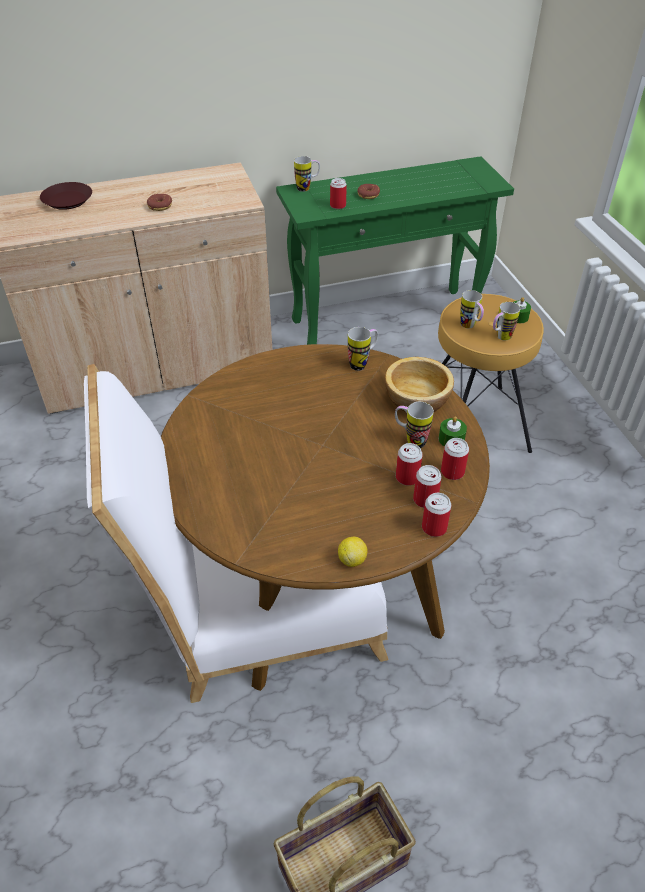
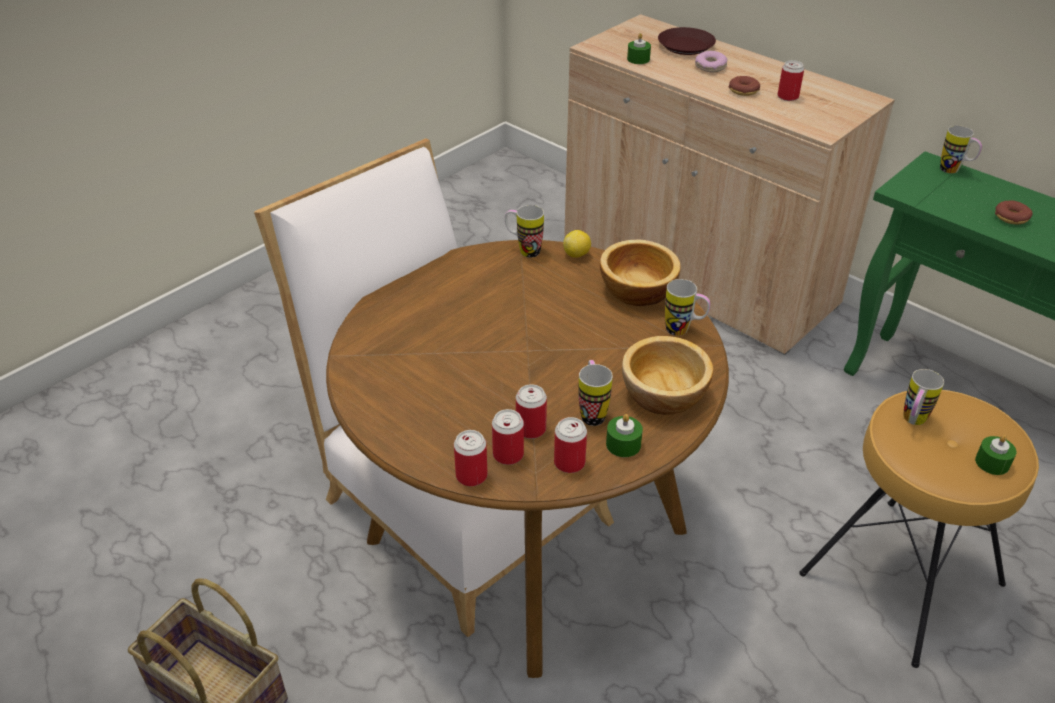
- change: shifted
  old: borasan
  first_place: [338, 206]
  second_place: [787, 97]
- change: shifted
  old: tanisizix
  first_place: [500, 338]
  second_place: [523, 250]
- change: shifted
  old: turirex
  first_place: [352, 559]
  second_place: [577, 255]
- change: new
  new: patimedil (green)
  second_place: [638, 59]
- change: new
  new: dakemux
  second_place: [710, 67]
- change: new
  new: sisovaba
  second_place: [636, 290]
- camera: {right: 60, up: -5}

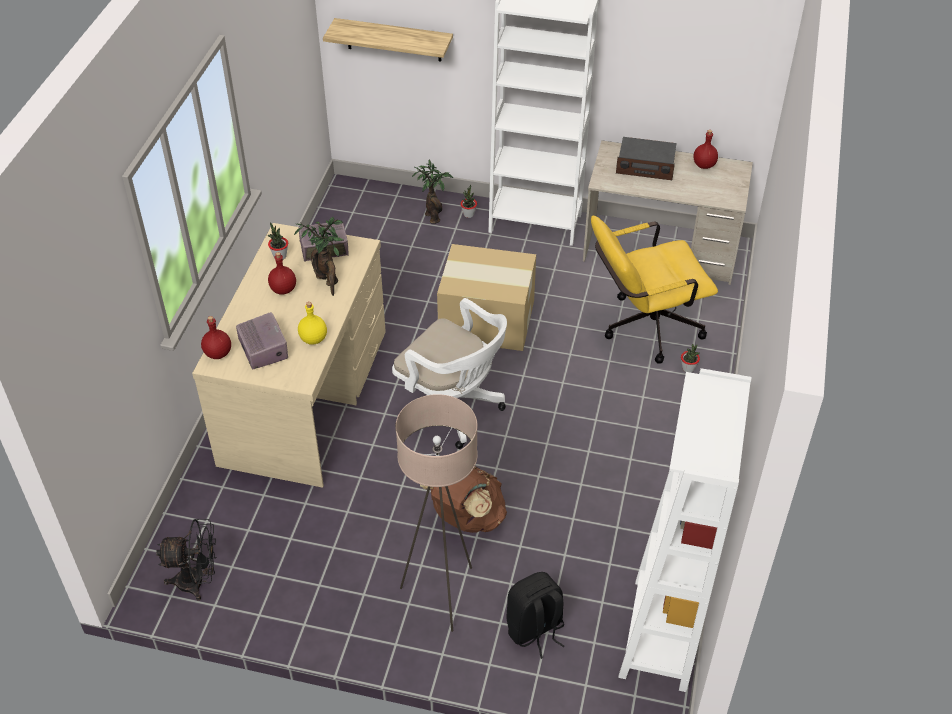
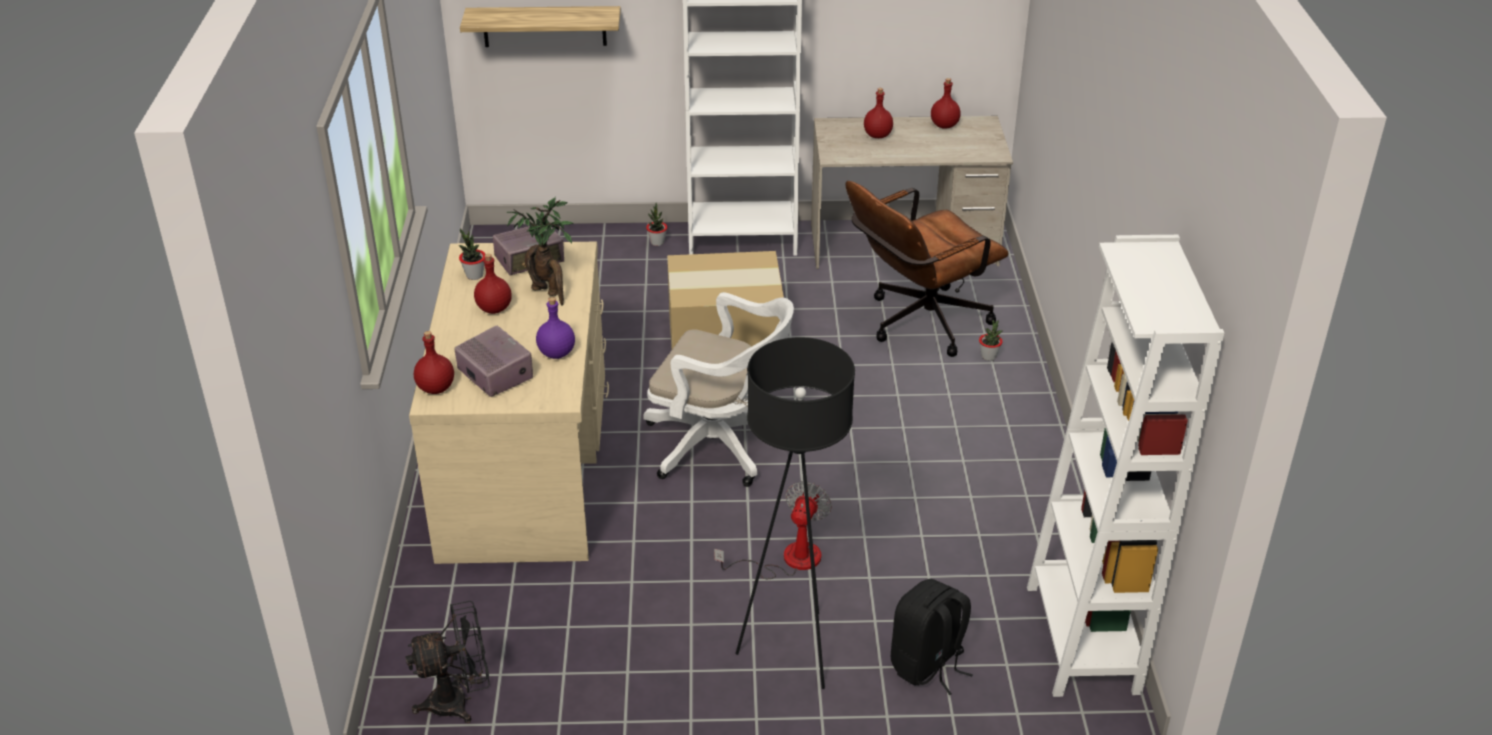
- change: swapped
  old: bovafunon
  new: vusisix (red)
  first_place: [645, 166]
  second_place: [877, 135]
- change: gone
  old: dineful
  first_place: [433, 216]
- change: repainted
  old: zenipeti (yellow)
  new: zenipeti (brown)
  first_place: [643, 328]
  second_place: [918, 324]
- change: repainted
  old: vusisix (yellow)
  new: vusisix (purple)
  first_place: [313, 339]
  second_place: [557, 353]
- change: repainted
  old: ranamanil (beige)
  new: ranamanil (black)
  first_place: [442, 595]
  second_place: [793, 650]
- change: swapped
  old: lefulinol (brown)
  new: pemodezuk
  first_place: [466, 518]
  second_place: [788, 560]
- camera: {right: -15, up: -10}

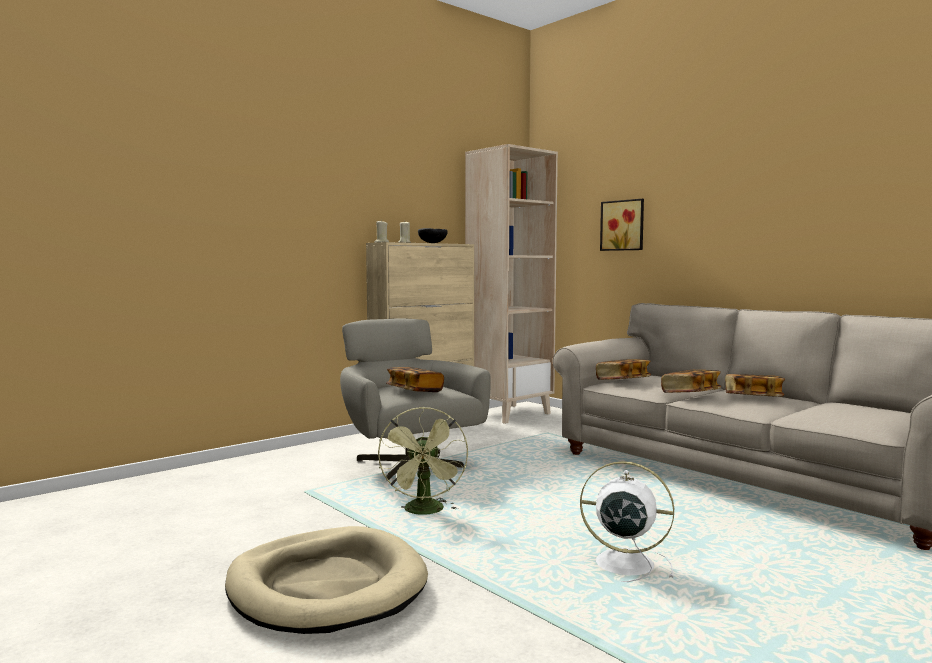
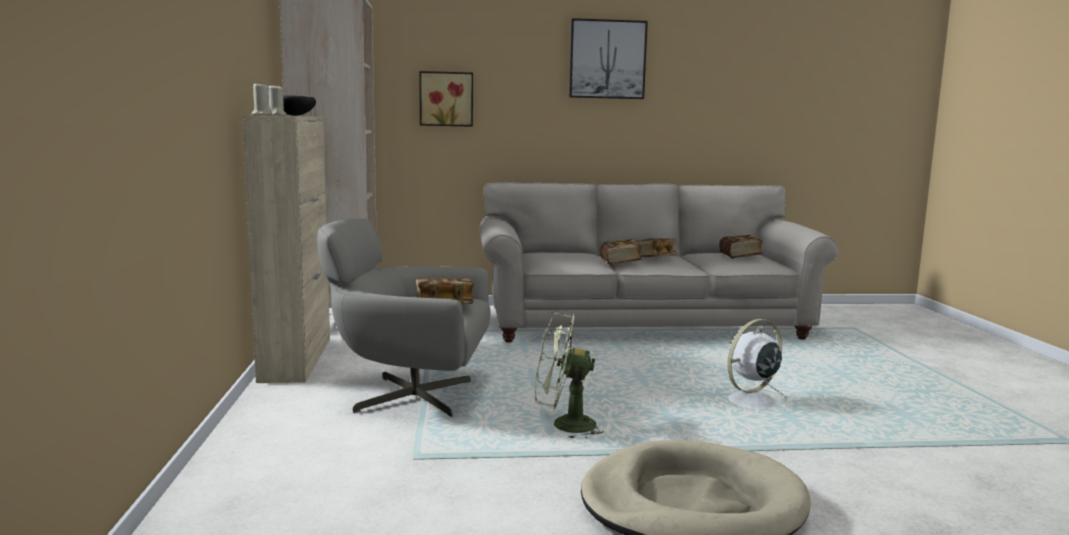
- change: shifted
  old: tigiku
  first_place: [623, 381]
  second_place: [740, 256]
- change: rotated
  old: pemodezuk (green)
  first_place: [425, 512]
  second_place: [564, 426]
  degrees: 150
- change: new
  new: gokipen
  second_place: [607, 59]
- camera: {right: -55, up: 5}

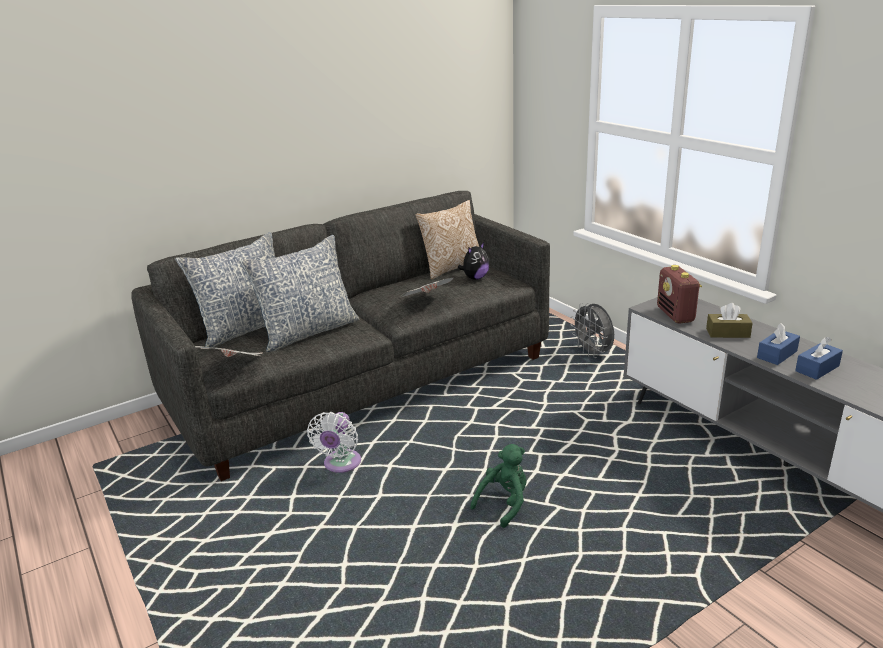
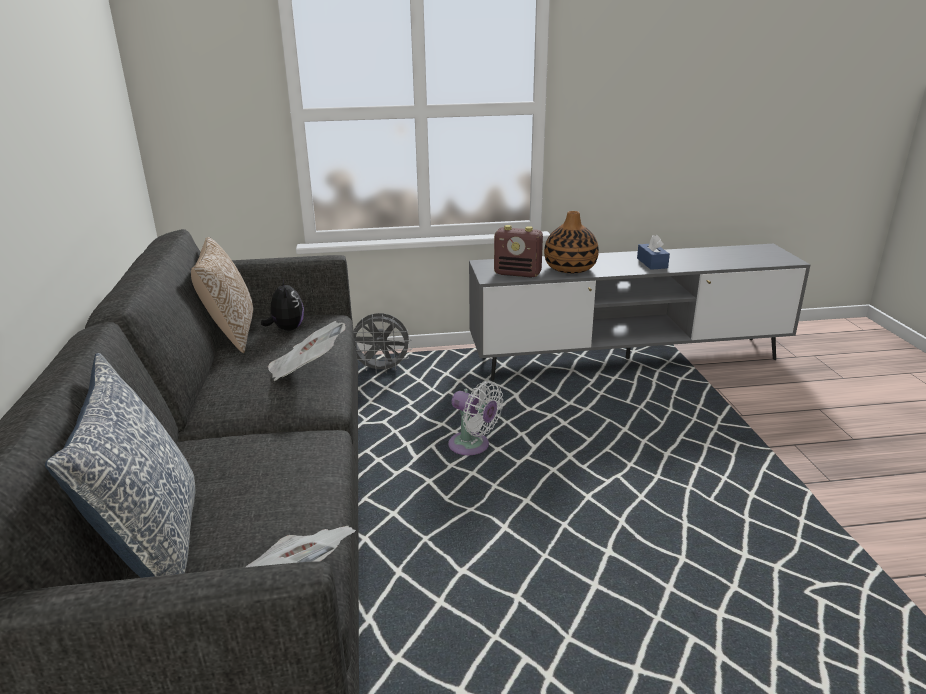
- change: gone
  old: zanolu
  first_place: [308, 332]
- change: swapped
  old: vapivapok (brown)
  new: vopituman
  first_place: [727, 333]
  second_place: [570, 268]
- change: gone
  old: vapivapok (blue)
  first_place: [777, 354]
- change: shifted
  old: pemodezuk (white)
  first_place: [341, 465]
  second_place: [472, 446]
- change: gone
  old: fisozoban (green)
  first_place: [504, 503]
- camera: {right: -65, up: 0}

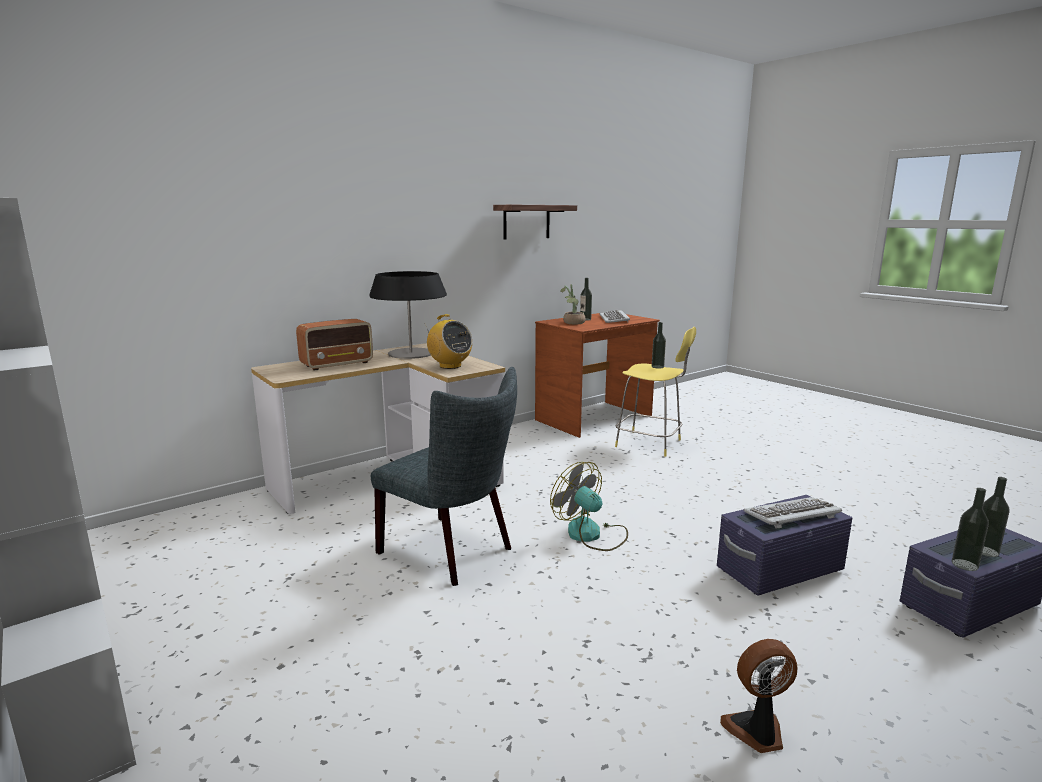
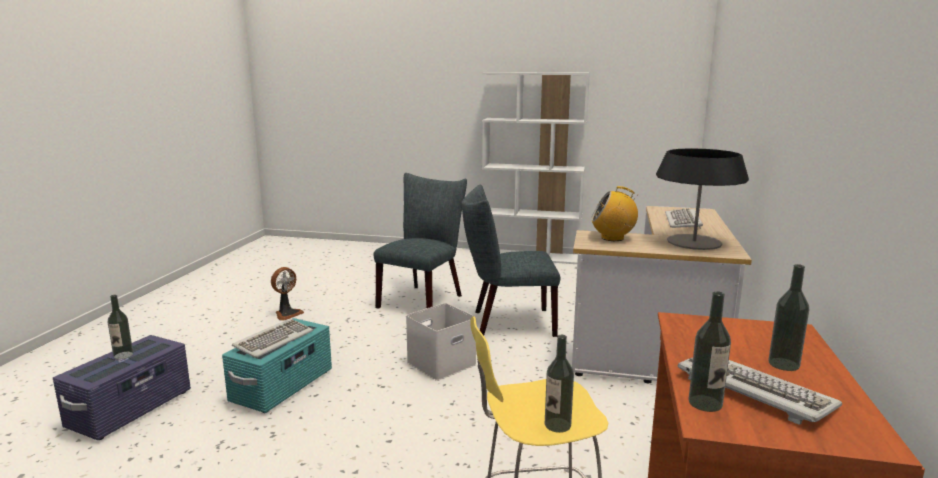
- change: gone
  old: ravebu
  first_place: [526, 222]
- change: gone
  old: dineful
  first_place: [572, 323]
- change: swapped
  old: bovafunon
  new: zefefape
  first_place: [338, 364]
  second_place: [683, 221]
- change: swapped
  old: pemodezuk
  new: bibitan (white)
  first_place: [591, 535]
  second_place: [441, 362]
- change: shifted
  old: vusisix
  first_place: [964, 565]
  second_place: [705, 403]
- change: repainted
  old: bibitan (purple)
  new: bibitan (turquoise)
  first_place: [779, 570]
  second_place: [283, 386]
- change: new
  new: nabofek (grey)
  second_place: [424, 300]
- camera: {right: 140, up: 0}

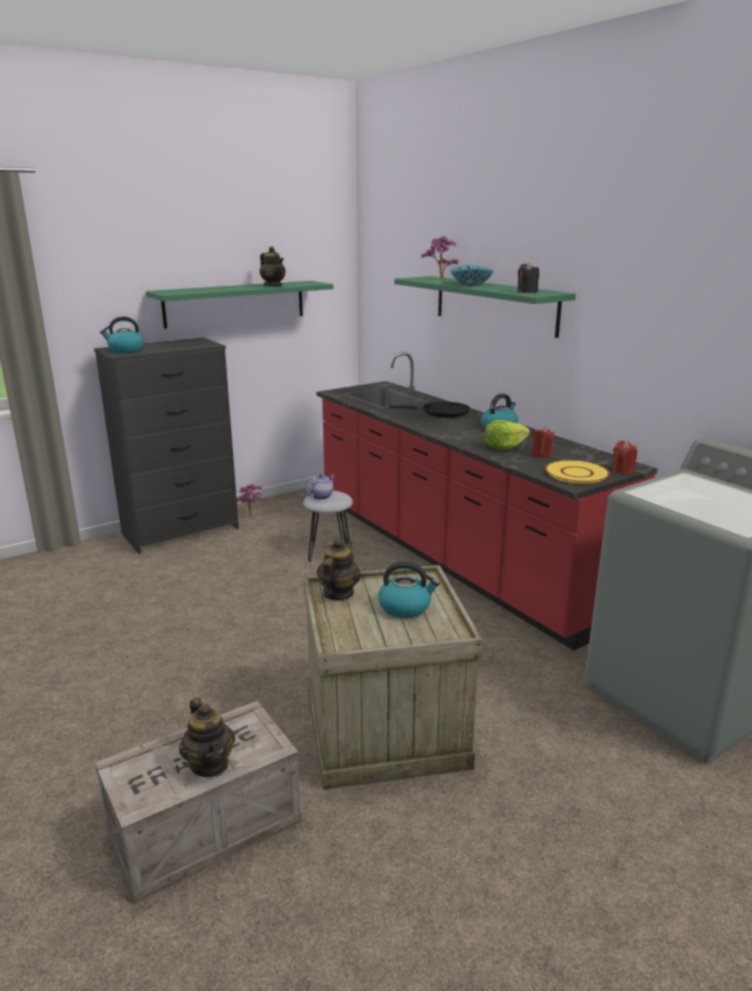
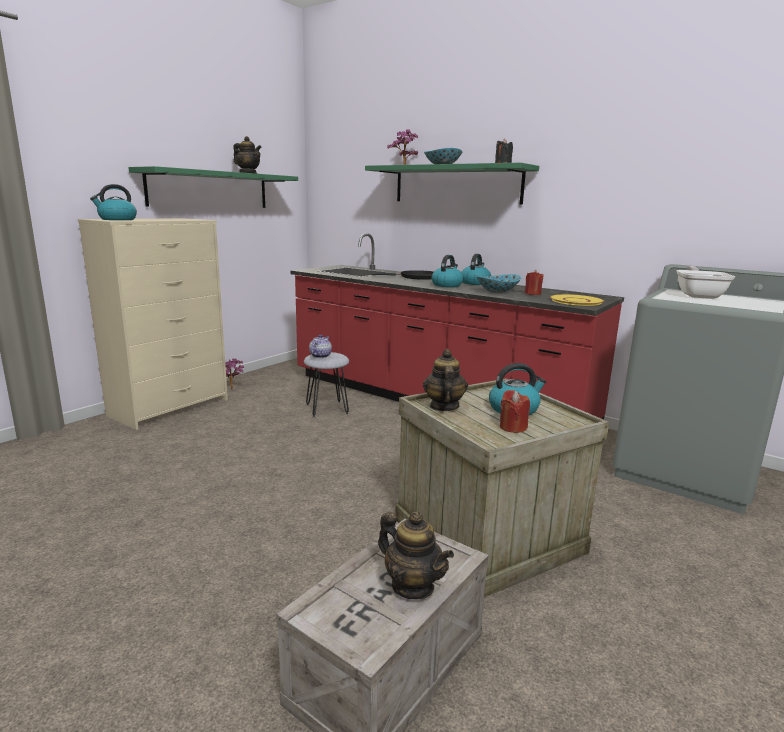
- change: repainted
  old: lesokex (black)
  new: lesokex (beige)
  first_place: [182, 531]
  second_place: [170, 407]
- change: swapped
  old: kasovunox
  new: sisovaba
  first_place: [504, 446]
  second_place: [497, 291]
- change: shifted
  old: patimedil (red)
  first_place: [622, 470]
  second_place: [512, 427]
- change: new
  new: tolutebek
  second_place: [447, 285]
- change: new
  new: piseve
  second_place: [699, 295]
- camera: {right: -20, up: -5}

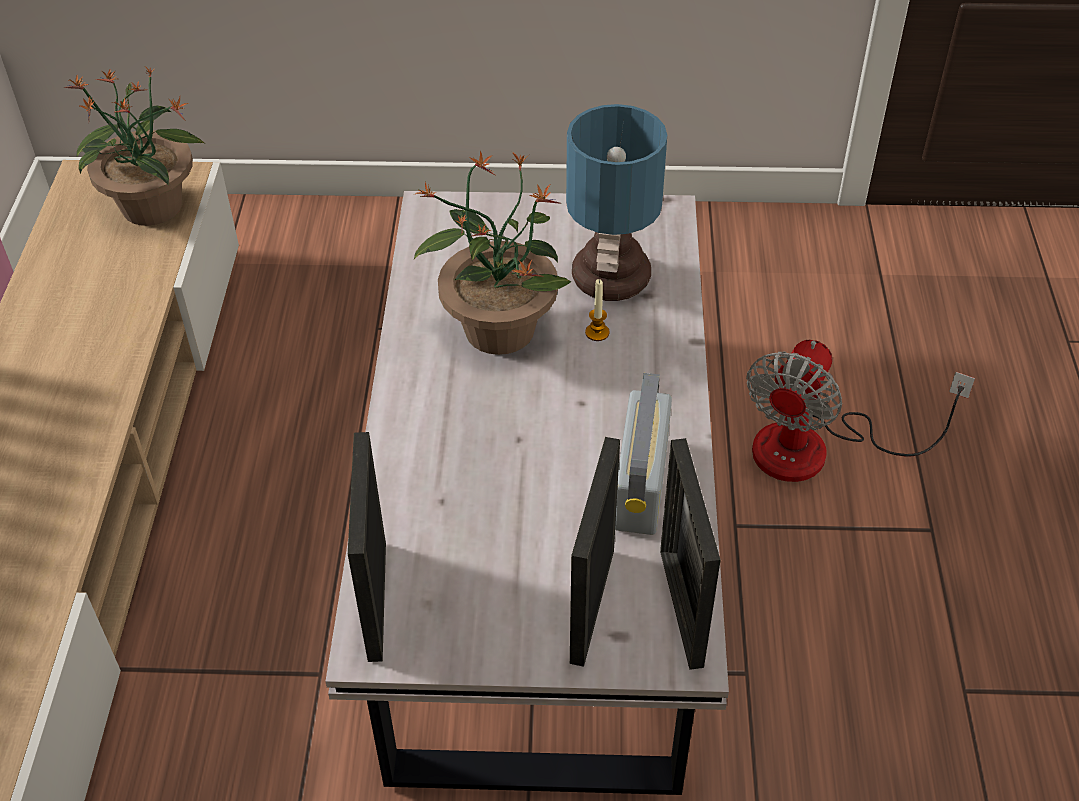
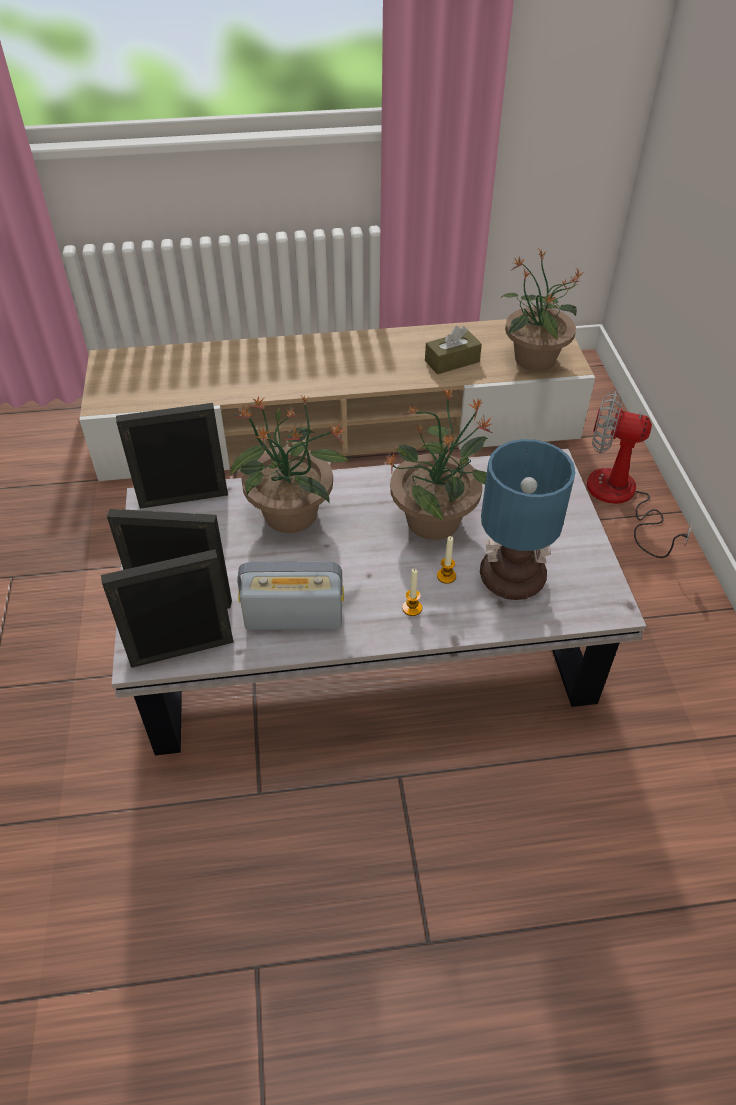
- change: shifted
  old: pemodezuk
  first_place: [816, 449]
  second_place: [620, 499]
- change: new
  new: vapivapok (brown)
  second_place: [452, 361]
- change: new
  new: dineful
  second_place: [291, 515]
- change: new
  new: patimedil
  second_place: [412, 608]
- camera: {right: 80, up: 0}

